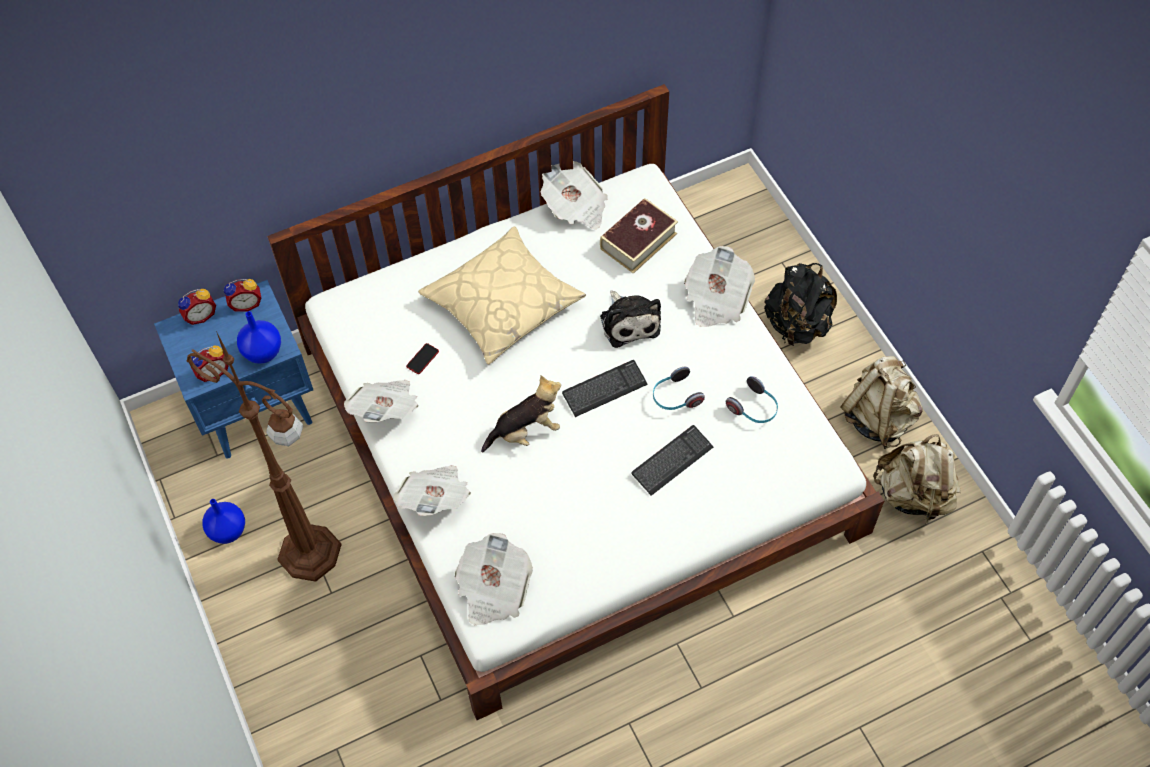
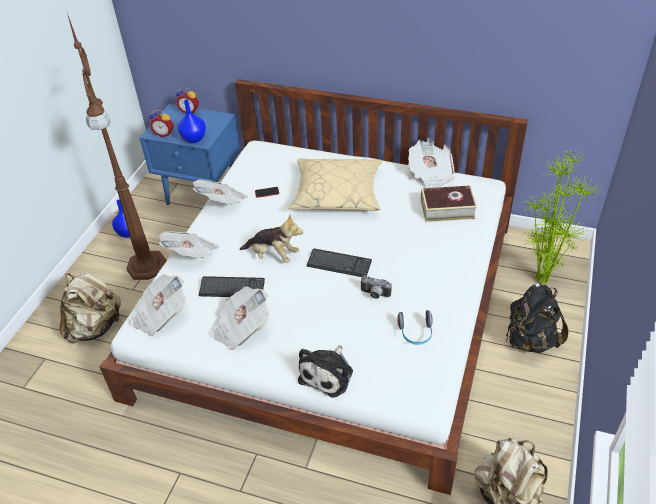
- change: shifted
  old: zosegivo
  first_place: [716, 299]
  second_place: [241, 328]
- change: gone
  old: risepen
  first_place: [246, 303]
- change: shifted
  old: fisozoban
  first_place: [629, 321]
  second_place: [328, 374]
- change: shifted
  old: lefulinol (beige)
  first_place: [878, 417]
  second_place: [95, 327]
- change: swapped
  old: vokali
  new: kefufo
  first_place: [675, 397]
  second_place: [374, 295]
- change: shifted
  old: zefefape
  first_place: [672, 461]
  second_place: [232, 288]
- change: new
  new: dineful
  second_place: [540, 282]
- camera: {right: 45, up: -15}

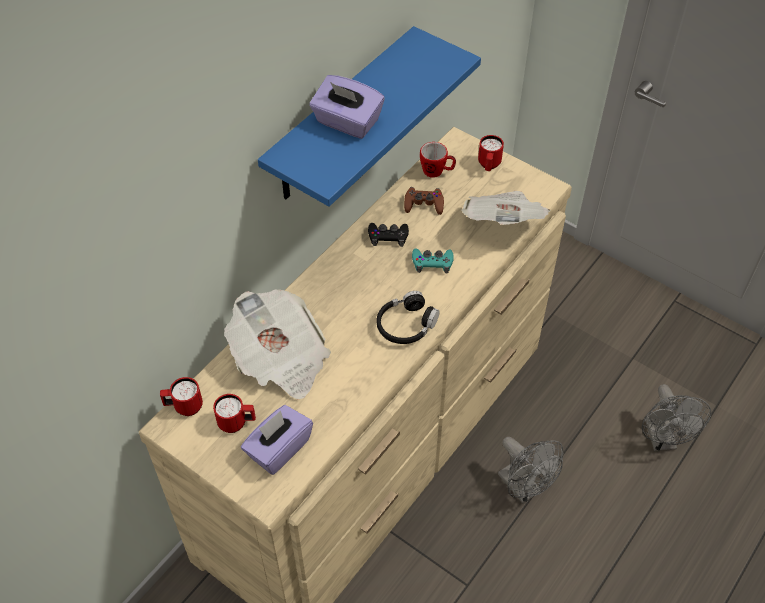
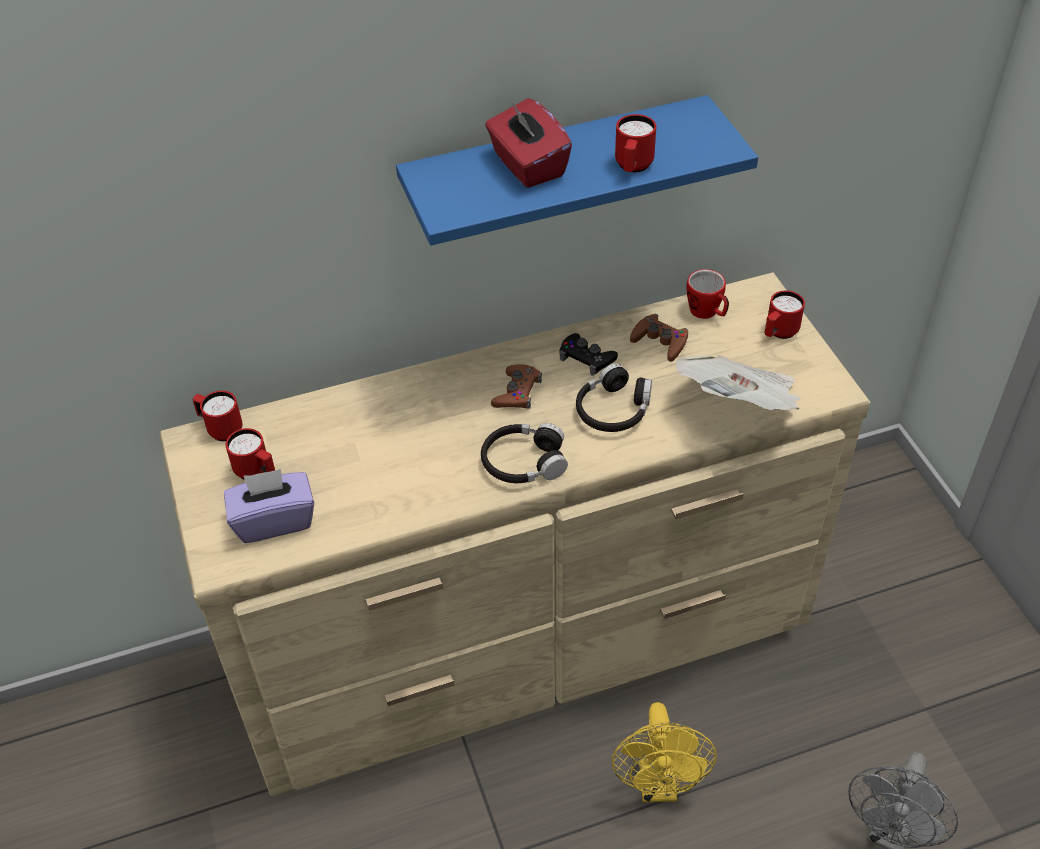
- change: repainted
  old: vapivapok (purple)
  new: vapivapok (red)
  first_place: [347, 122]
  second_place: [527, 165]
- change: swapped
  old: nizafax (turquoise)
  new: vokali (black)
  first_place: [432, 263]
  second_place: [613, 410]
- change: gone
  old: zosegivo
  first_place: [281, 359]
- change: repainted
  old: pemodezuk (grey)
  new: pemodezuk (yellow)
  first_place: [524, 488]
  second_place: [659, 785]
- change: new
  new: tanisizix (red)
  second_place: [632, 168]
- change: new
  new: nizafax (brown)
  second_place: [517, 392]
- camera: {right: 35, up: -5}

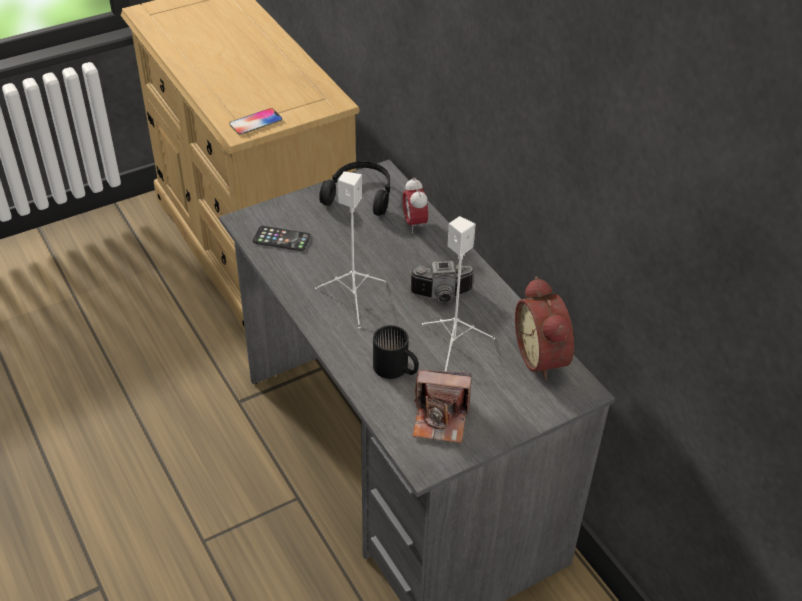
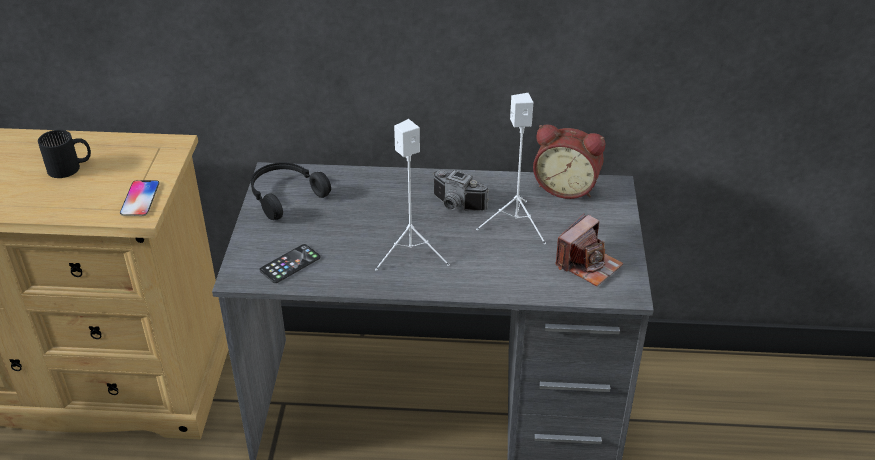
- change: gone
  old: risepen
  first_place: [414, 223]
- change: rotated
  old: kefufo
  first_place: [442, 296]
  second_place: [456, 206]
  degrees: 90
- change: shifted
  old: tanisizix (black)
  first_place: [395, 369]
  second_place: [70, 168]
- camera: {right: -55, up: -5}

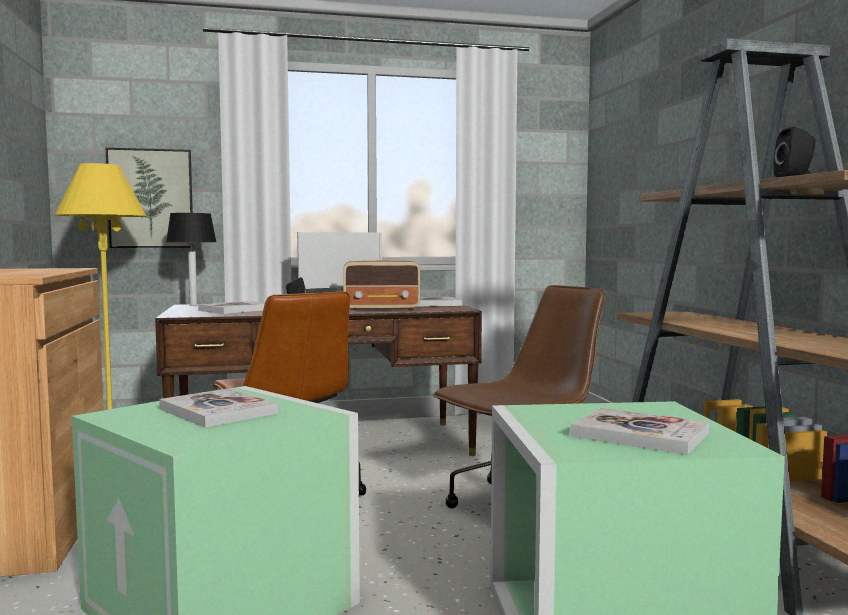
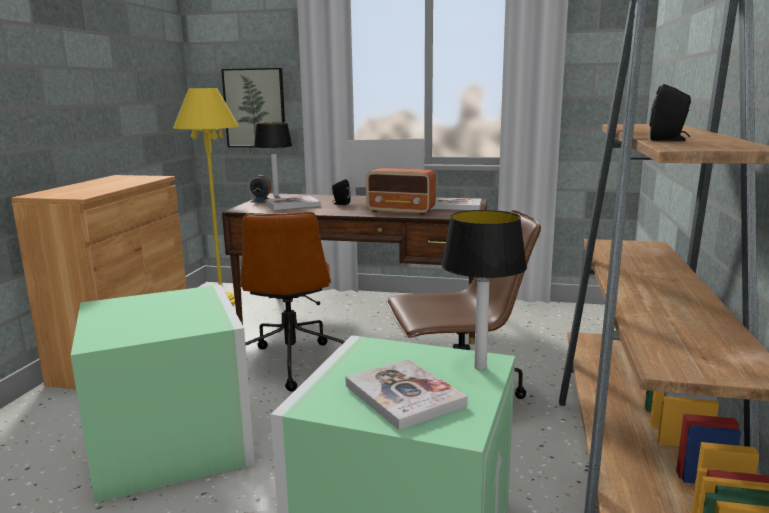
- change: gone
  old: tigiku
  first_place: [218, 411]
- change: new
  new: risepen
  second_place: [261, 201]
- change: new
  new: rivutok
  second_place: [479, 367]
- camera: {right: 25, up: 10}

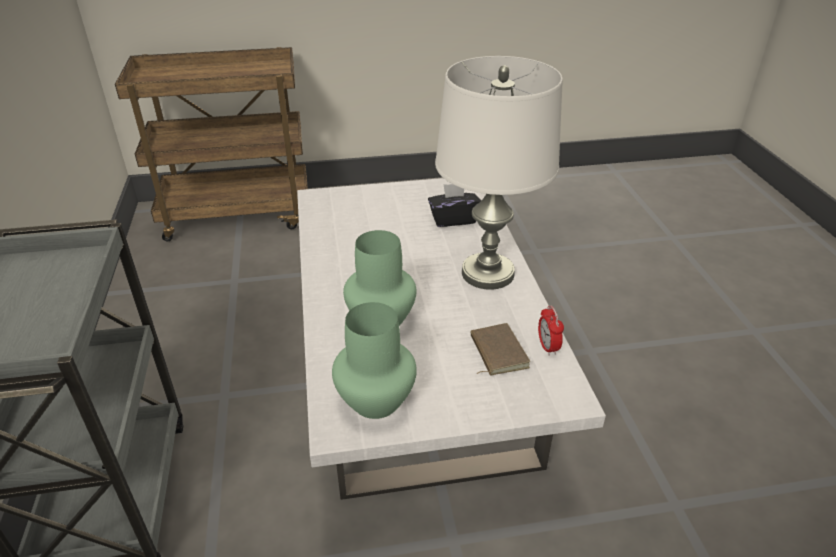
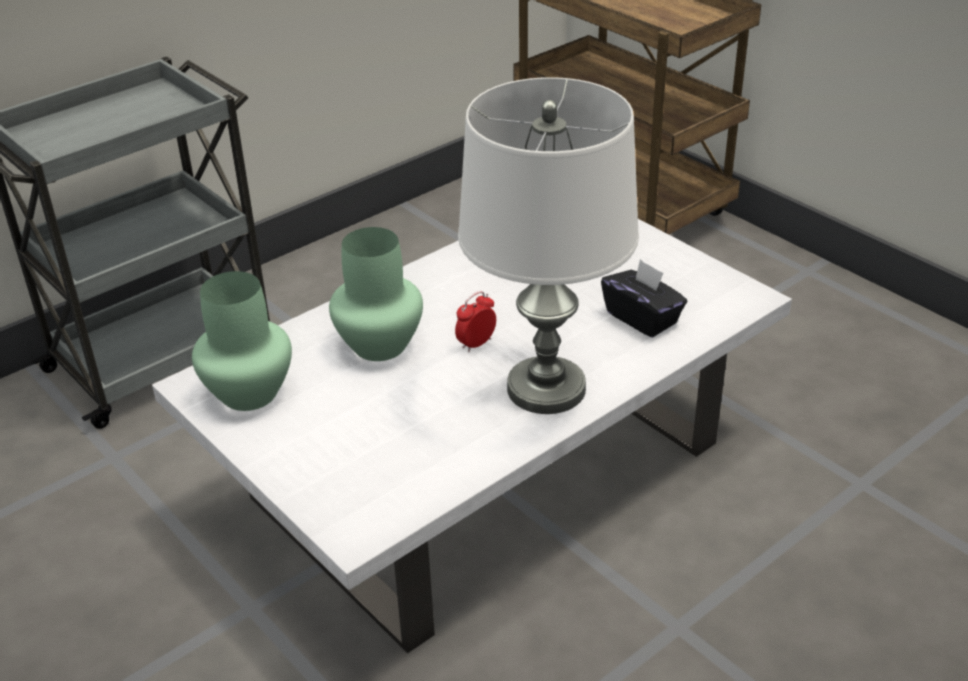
- change: shifted
  old: risepen
  first_place: [547, 347]
  second_place: [476, 343]
- change: gone
  old: tigiku (brown)
  first_place: [496, 352]
- camera: {right: 60, up: 0}

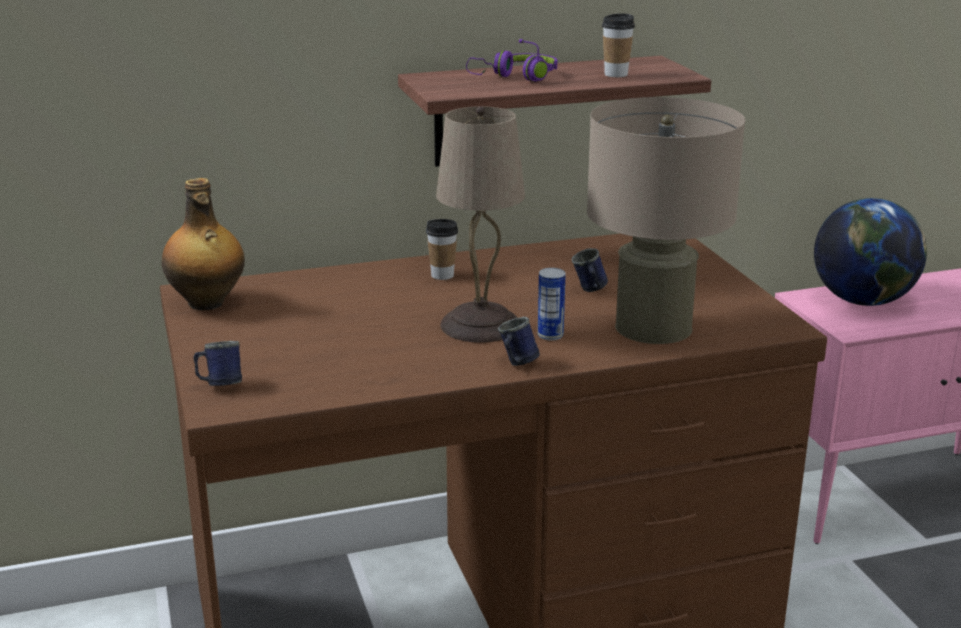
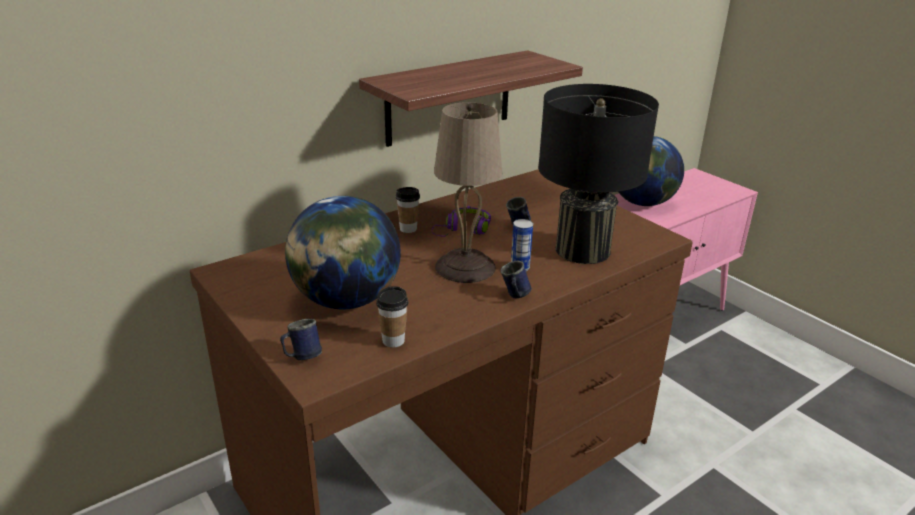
- change: shifted
  old: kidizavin
  first_place: [616, 74]
  second_place: [393, 341]
- change: shifted
  old: vokali (purple)
  first_place: [517, 77]
  second_place: [463, 230]
- change: repainted
  old: rivutok (beige)
  new: rivutok (black)
  first_place: [653, 327]
  second_place: [582, 250]
- change: gone
  old: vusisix
  first_place: [206, 303]
- change: new
  new: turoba
  second_place: [346, 300]
- camera: {right: -20, up: 5}

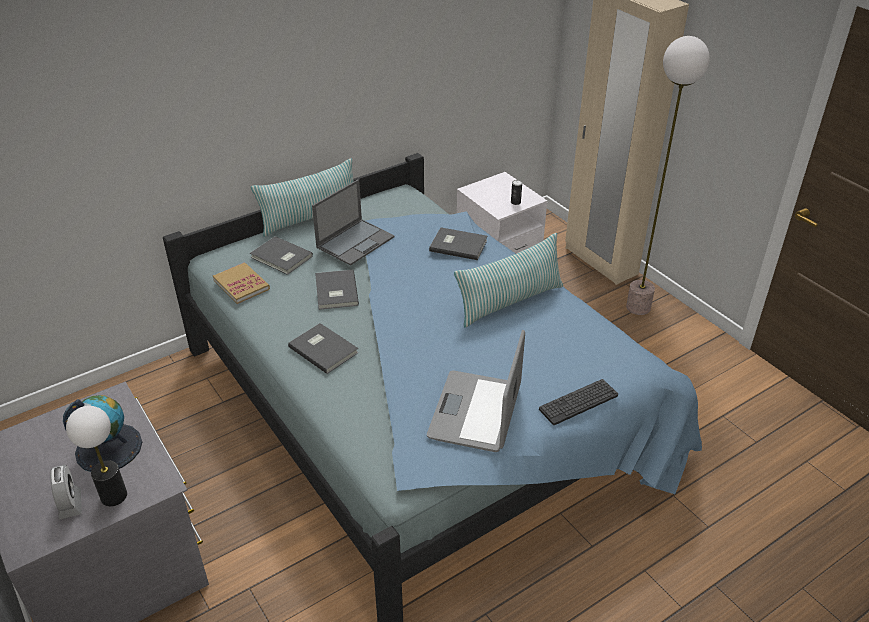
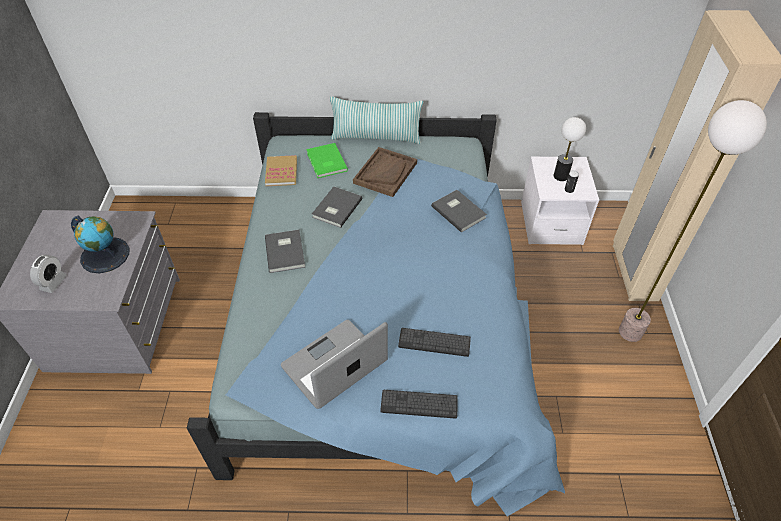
- change: swapped
  old: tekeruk
  new: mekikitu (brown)
  first_place: [356, 241]
  second_place: [385, 173]
- change: gone
  old: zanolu
  first_place: [509, 301]
- change: repainted
  old: tigiku (grey)
  new: tigiku (green)
  first_place: [281, 258]
  second_place: [326, 162]
- change: shifted
  old: rivutok
  first_place: [113, 496]
  second_place: [560, 176]
- change: new
  new: zefefape
  second_place: [434, 342]
- camera: {right: 35, up: 10}

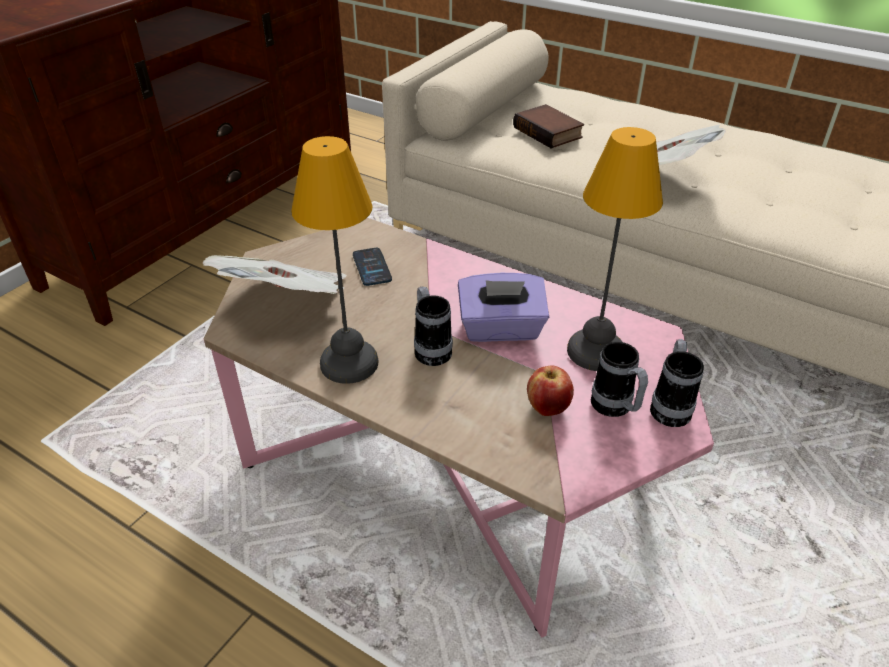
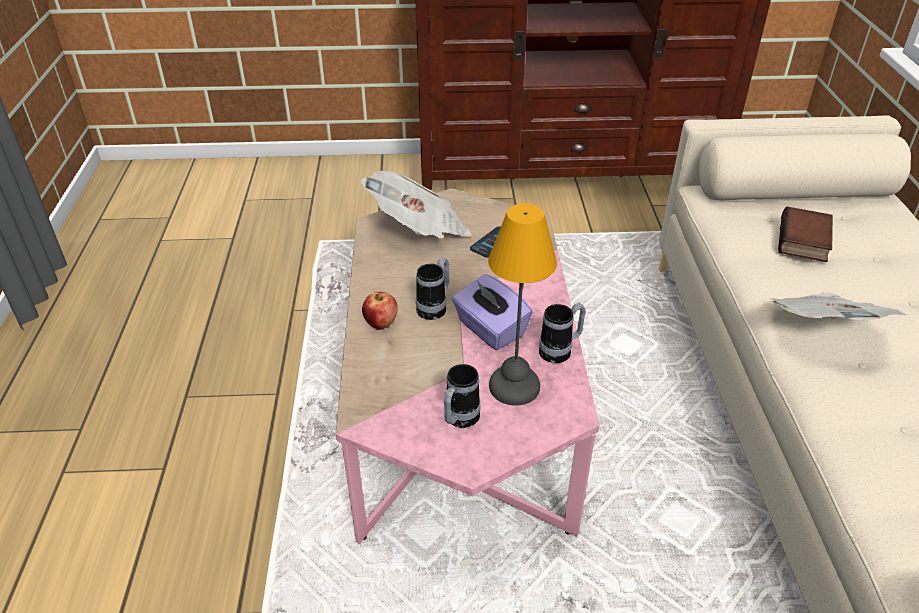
- change: gone
  old: rivutok
  first_place: [347, 364]
- change: shifted
  old: tanisizix
  first_place: [670, 407]
  second_place: [560, 351]
- change: shifted
  old: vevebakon
  first_place: [548, 408]
  second_place: [381, 324]
- camera: {right: 55, up: 0}

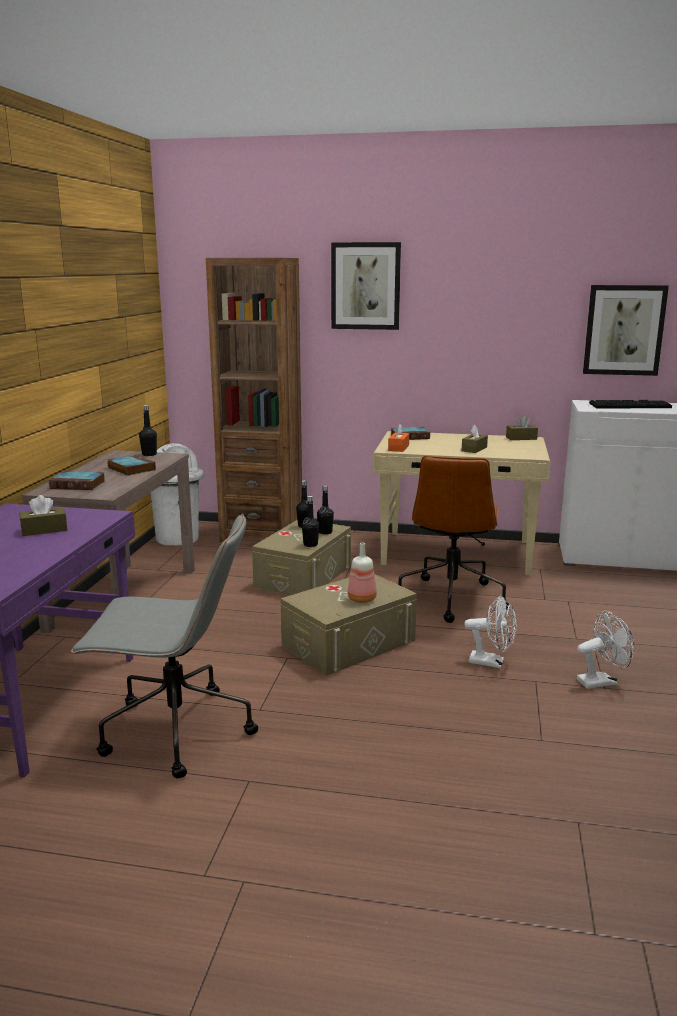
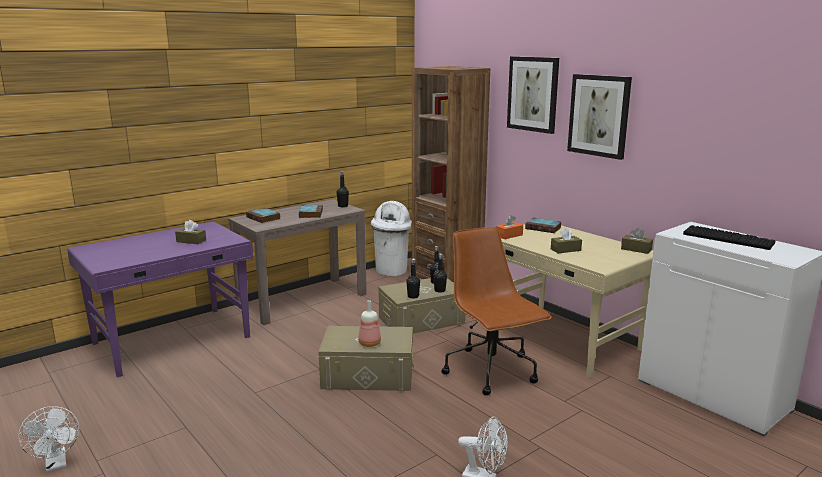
- change: shifted
  old: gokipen
  first_place: [624, 330]
  second_place: [599, 115]
- change: rotated
  old: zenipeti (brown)
  first_place: [451, 598]
  second_place: [492, 371]
  degrees: 105
- change: gone
  old: zenipeti (grey)
  first_place: [174, 732]
- change: shifted
  old: pemodezuk (white)
  first_place: [492, 662]
  second_place: [56, 464]
- camera: {right: 40, up: 0}

